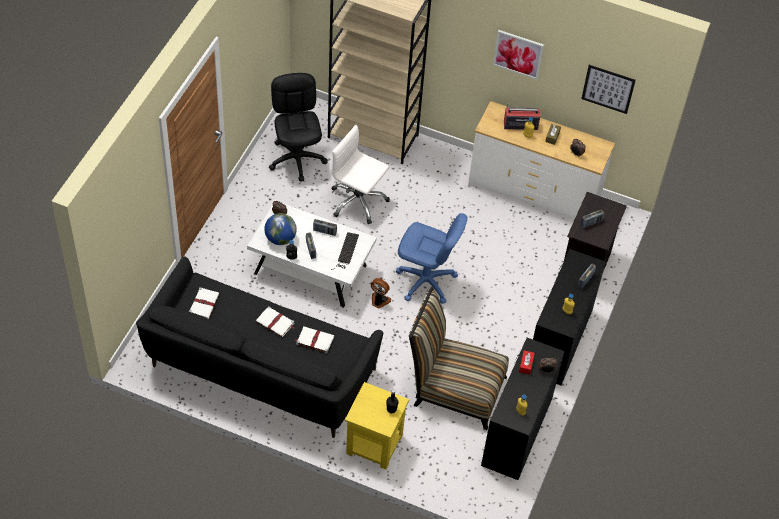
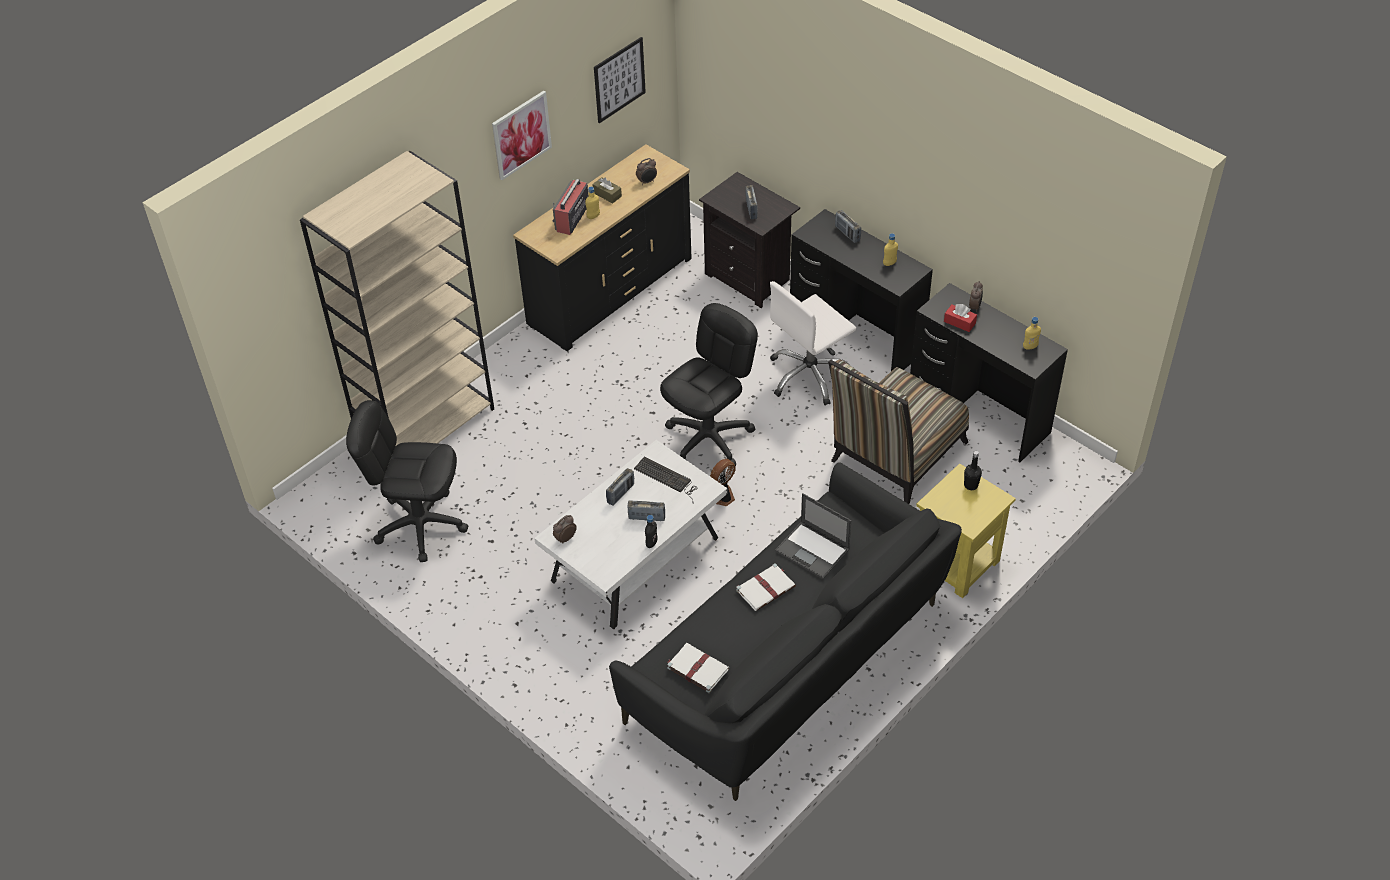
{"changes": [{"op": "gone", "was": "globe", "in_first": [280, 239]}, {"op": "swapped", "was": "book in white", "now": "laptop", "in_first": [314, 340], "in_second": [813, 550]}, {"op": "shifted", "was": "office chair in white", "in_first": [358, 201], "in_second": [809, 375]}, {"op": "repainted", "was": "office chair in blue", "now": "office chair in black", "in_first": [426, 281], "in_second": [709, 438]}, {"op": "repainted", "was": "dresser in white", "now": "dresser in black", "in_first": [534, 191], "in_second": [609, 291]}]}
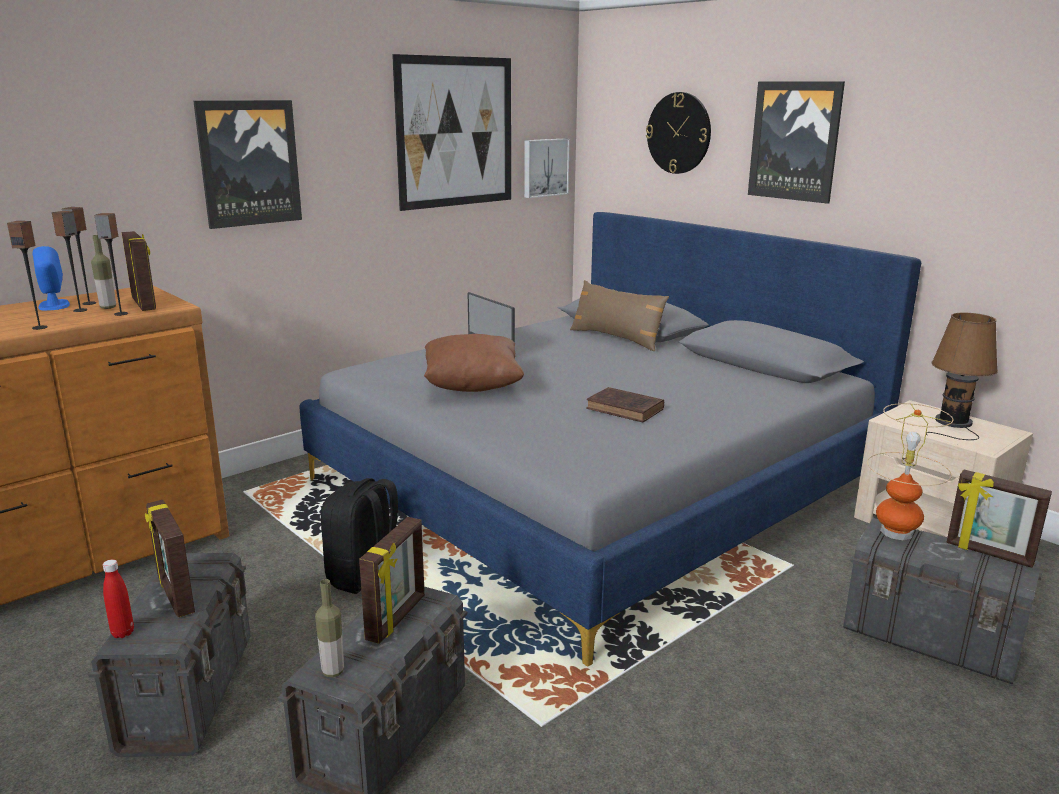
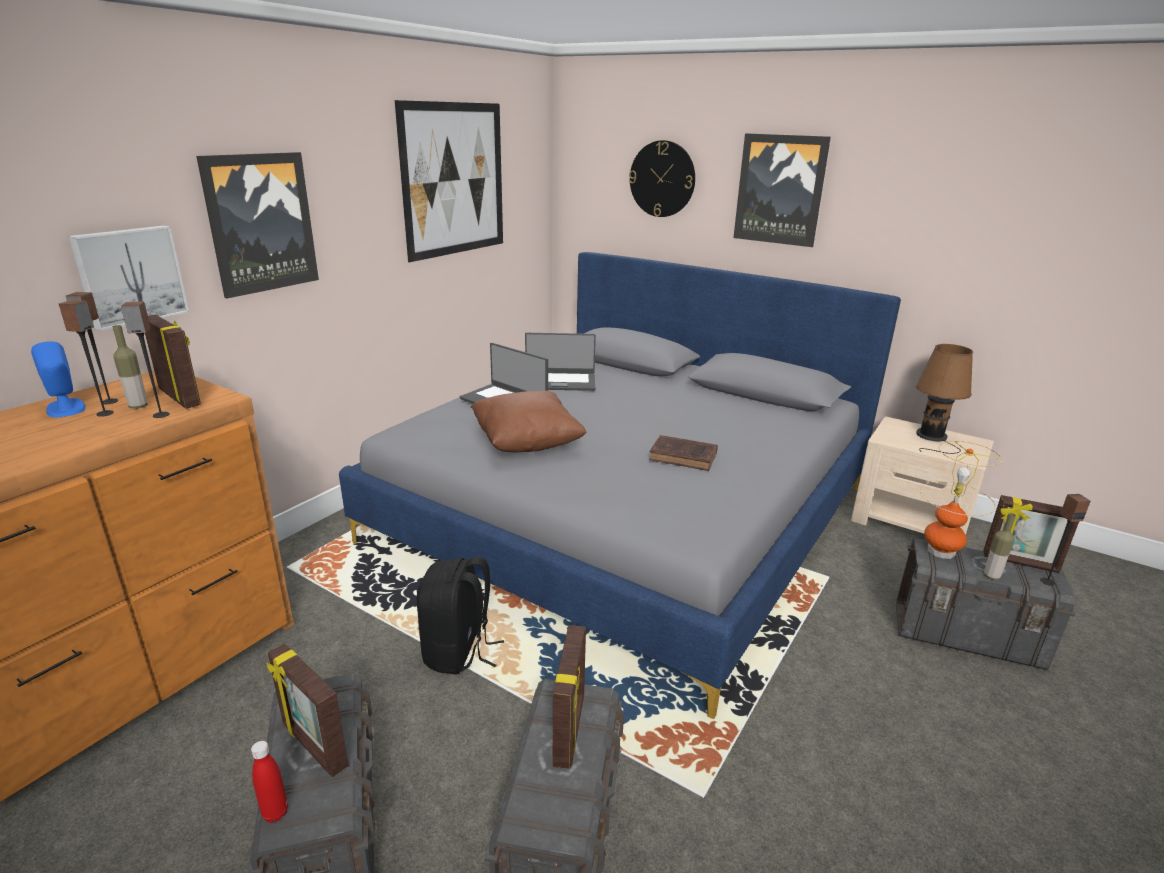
{"changes": [{"op": "shifted", "was": "speaker", "in_first": [40, 327], "in_second": [1047, 581]}, {"op": "shifted", "was": "bottle", "in_first": [333, 671], "in_second": [991, 576]}, {"op": "shifted", "was": "picture", "in_first": [544, 167], "in_second": [130, 276]}, {"op": "gone", "was": "pillow in brown", "in_first": [616, 338]}, {"op": "new", "now": "laptop", "in_second": [559, 381]}]}
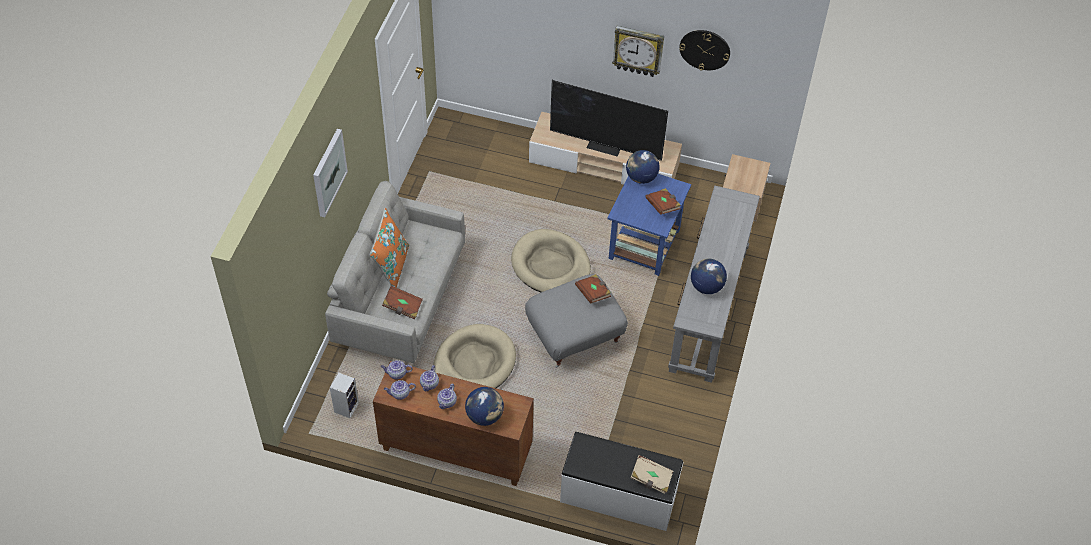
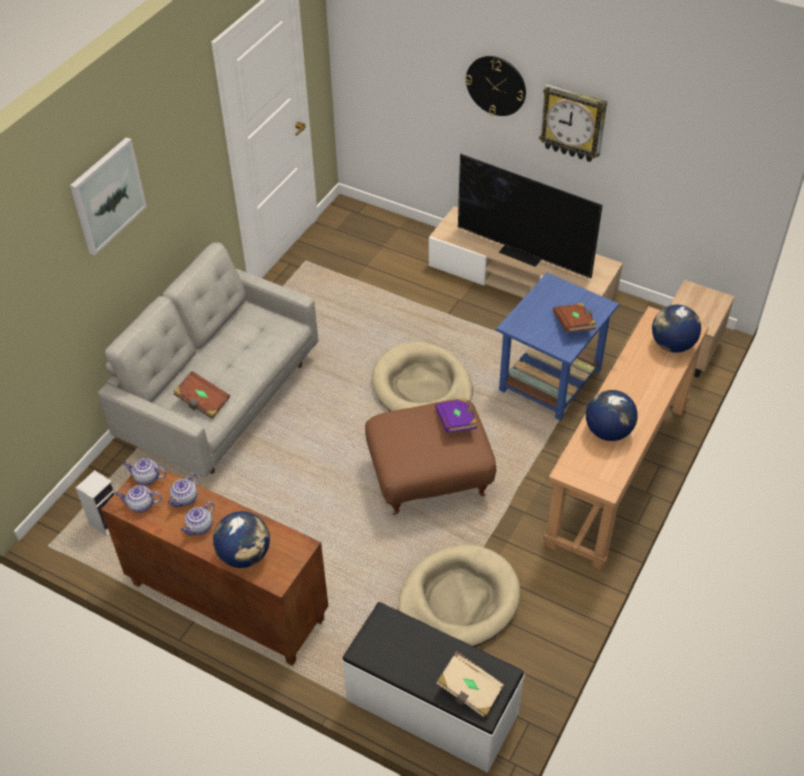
{"changes": [{"op": "gone", "was": "pillow in orange", "in_first": [391, 266]}, {"op": "shifted", "was": "dog bed in beige", "in_first": [474, 363], "in_second": [458, 600]}, {"op": "repainted", "was": "ottoman in grey", "now": "ottoman in brown", "in_first": [575, 334], "in_second": [429, 477]}, {"op": "repainted", "was": "book in brown", "now": "book in purple", "in_first": [593, 293], "in_second": [456, 422]}, {"op": "shifted", "was": "globe", "in_first": [641, 177], "in_second": [672, 345]}, {"op": "repainted", "was": "console table in grey", "now": "console table in brown", "in_first": [708, 310], "in_second": [617, 474]}, {"op": "shifted", "was": "wall clock", "in_first": [704, 49], "in_second": [496, 85]}]}
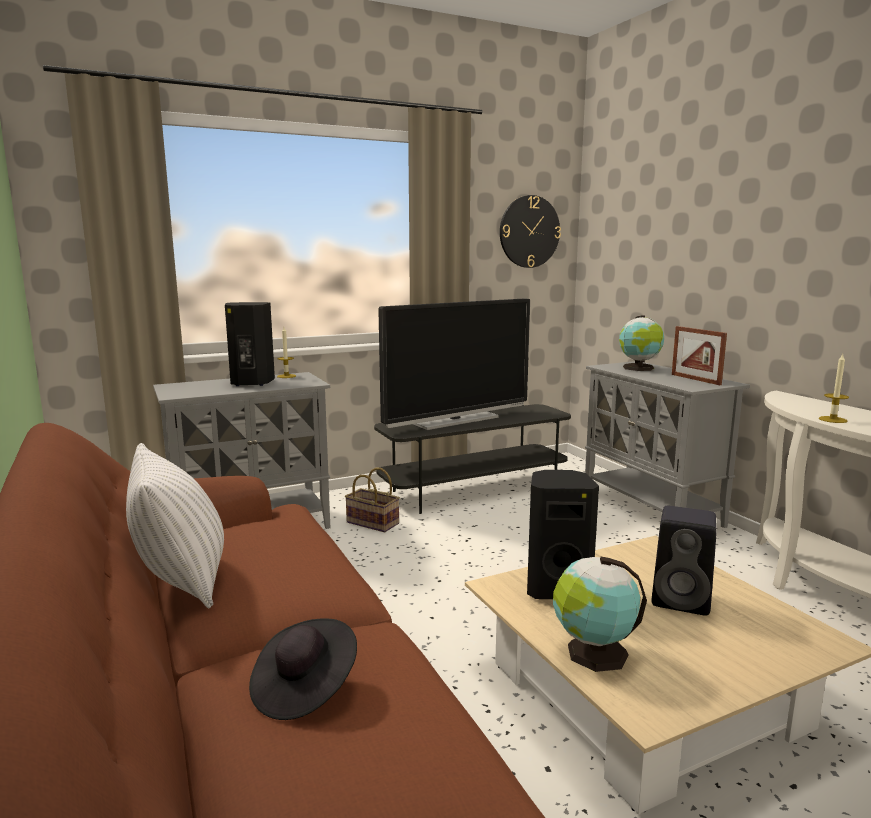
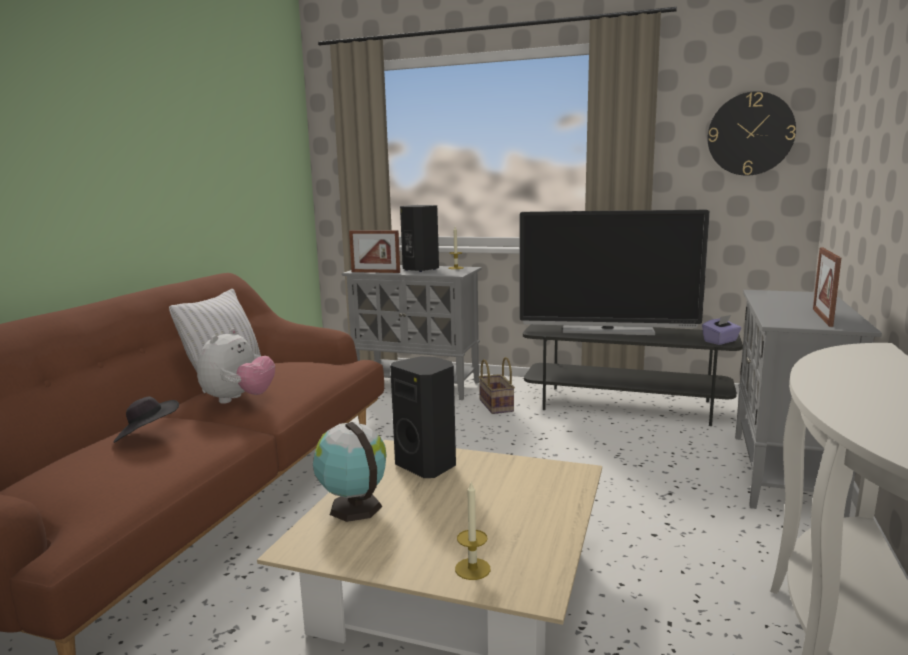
{"changes": [{"op": "gone", "was": "globe", "in_first": [639, 368]}, {"op": "gone", "was": "speaker in black", "in_first": [683, 600]}, {"op": "shifted", "was": "candle", "in_first": [833, 419], "in_second": [472, 569]}, {"op": "new", "now": "plush toy", "in_second": [238, 400]}, {"op": "new", "now": "picture frame", "in_second": [375, 272]}, {"op": "new", "now": "tissue box in purple", "in_second": [720, 341]}]}
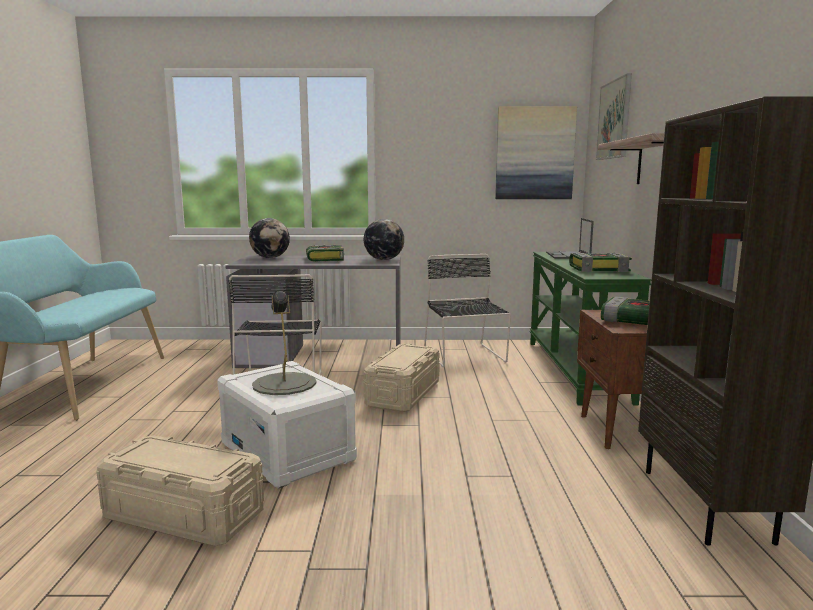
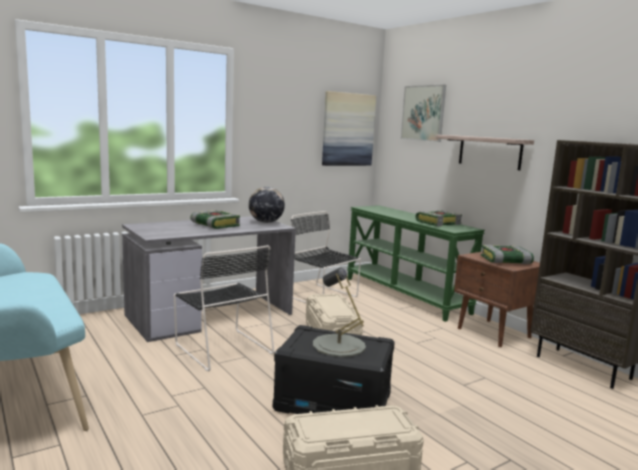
{"changes": [{"op": "repainted", "was": "storage box in white", "now": "storage box in black", "in_first": [288, 452], "in_second": [334, 402]}, {"op": "gone", "was": "globe", "in_first": [270, 258]}, {"op": "gone", "was": "laptop", "in_first": [568, 256]}]}
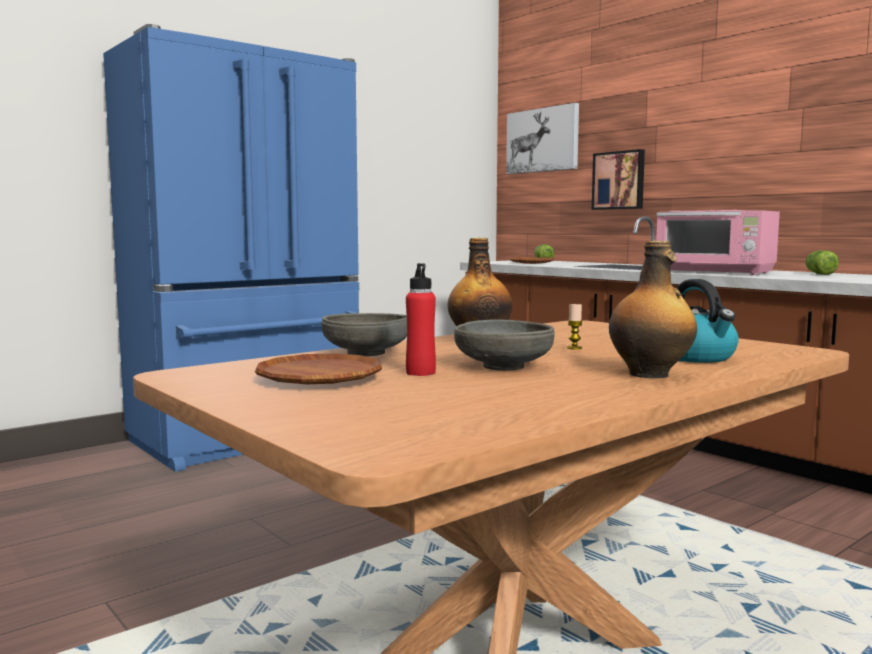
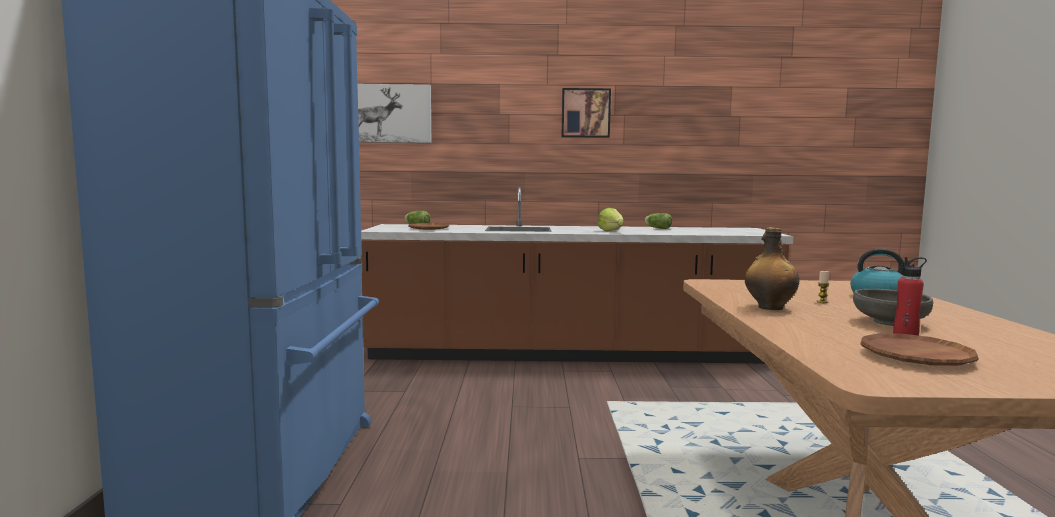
{"changes": [{"op": "gone", "was": "bowl in grey", "in_first": [366, 353]}, {"op": "shifted", "was": "picture", "in_first": [619, 180], "in_second": [585, 113]}, {"op": "gone", "was": "bottle", "in_first": [650, 375]}, {"op": "swapped", "was": "microwave in pink", "now": "lettuce", "in_first": [716, 272], "in_second": [611, 231]}]}
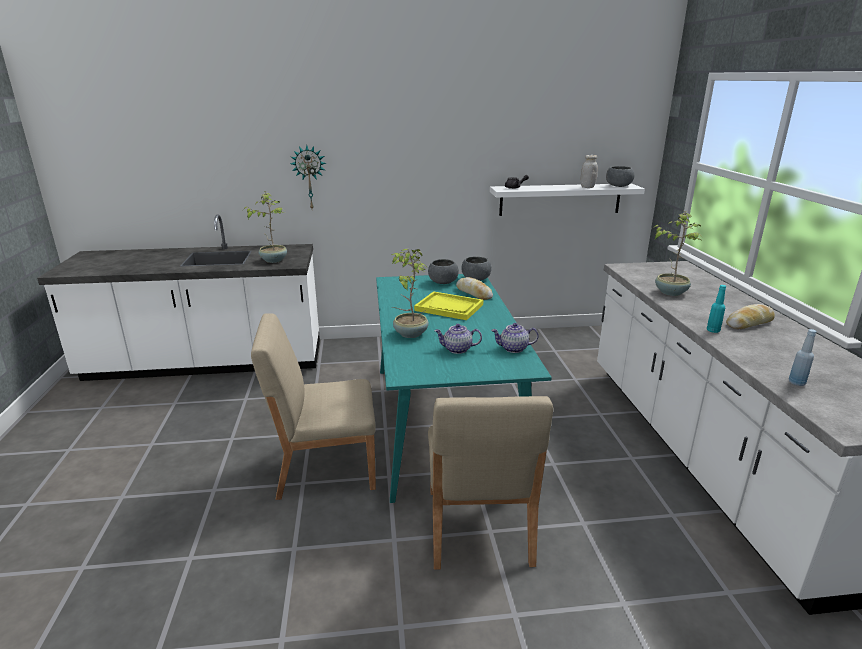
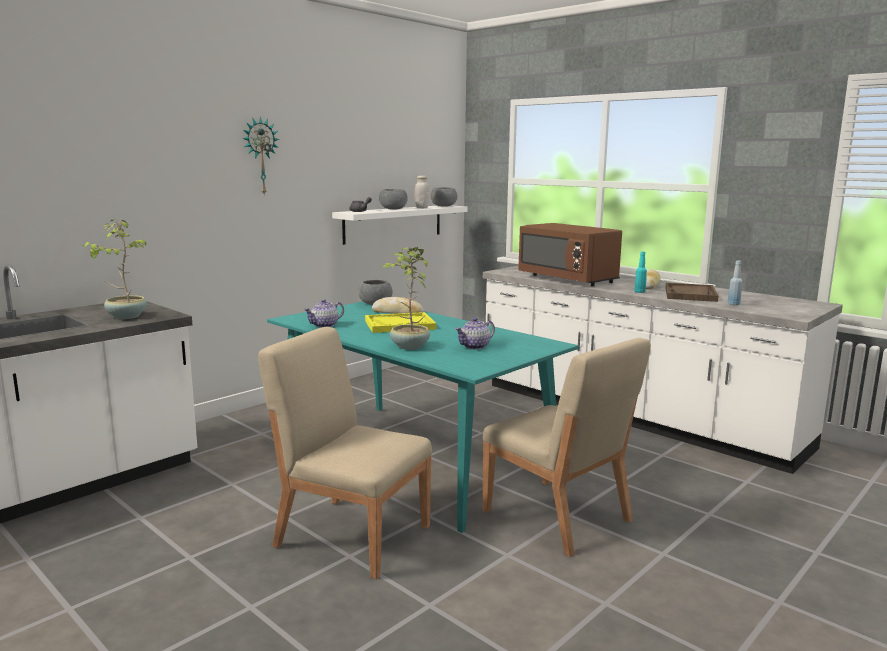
{"changes": [{"op": "rotated", "was": "chair in beige", "in_first": [325, 467], "in_second": [351, 535], "clockwise": 75}, {"op": "shifted", "was": "wall clock", "in_first": [309, 177], "in_second": [260, 156]}, {"op": "shifted", "was": "bowl in grey", "in_first": [443, 282], "in_second": [393, 209]}, {"op": "shifted", "was": "teapot", "in_first": [513, 349], "in_second": [324, 325]}, {"op": "swapped", "was": "potted plant", "now": "microwave in brown", "in_first": [670, 292], "in_second": [568, 279]}, {"op": "new", "now": "tray in brown", "in_second": [690, 294]}]}
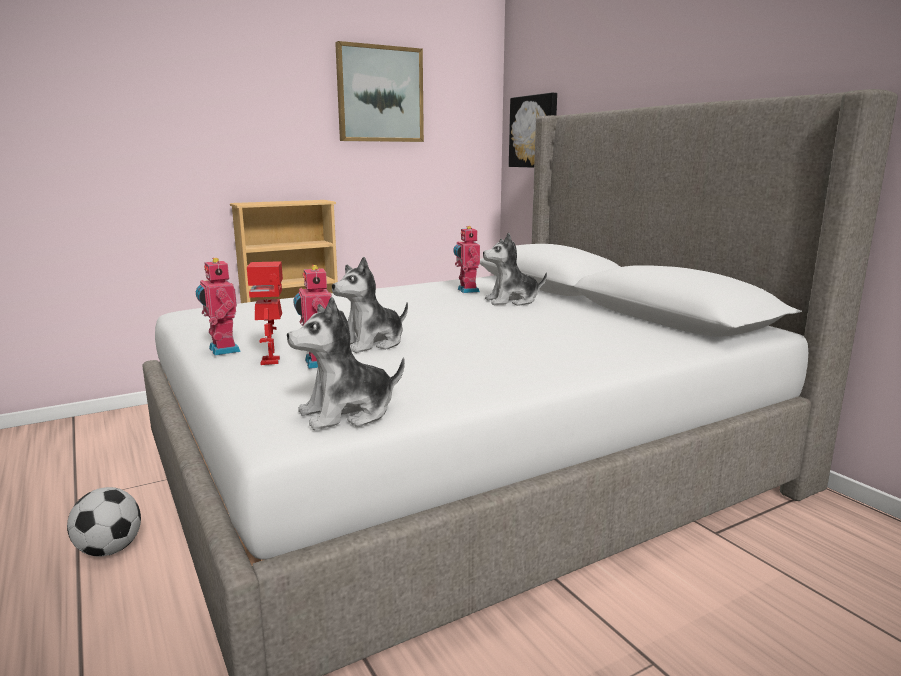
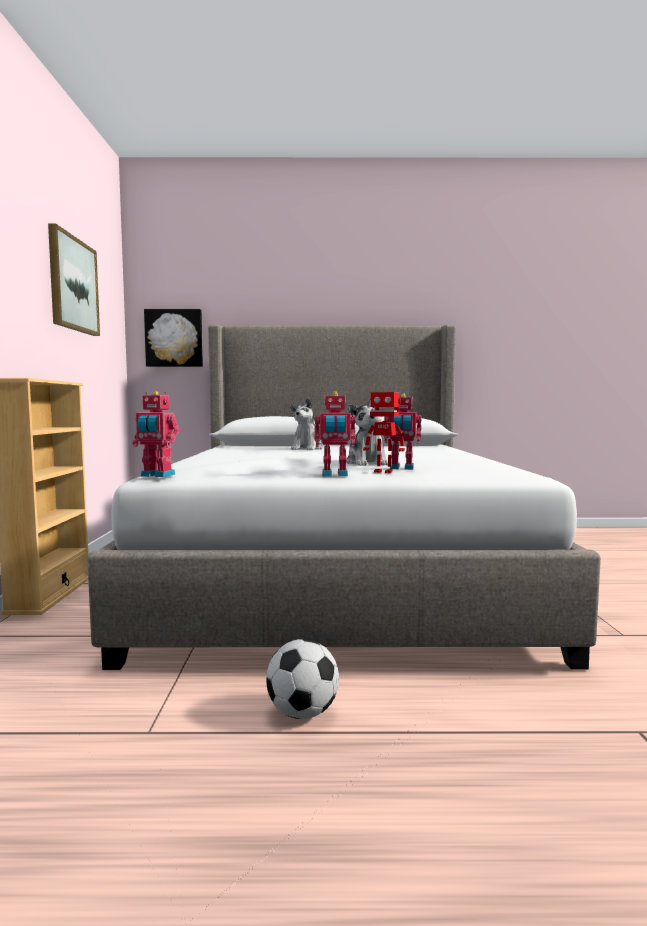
{"changes": [{"op": "gone", "was": "plush toy", "in_first": [347, 413]}, {"op": "shifted", "was": "toy robot", "in_first": [466, 290], "in_second": [156, 475]}]}
